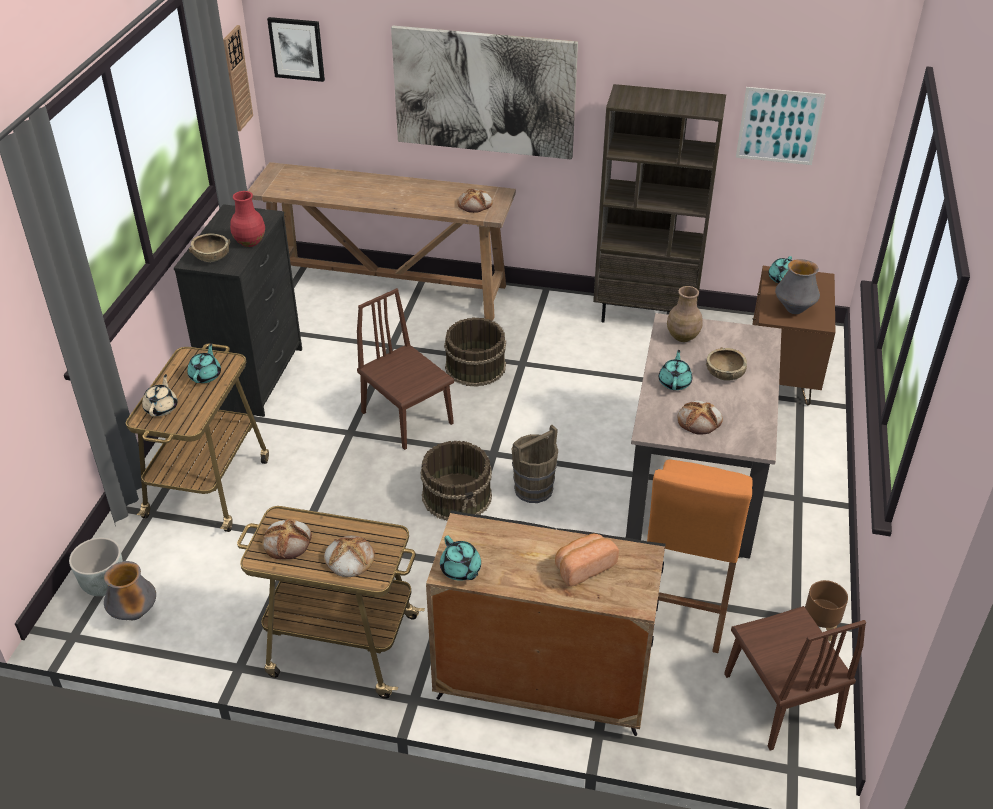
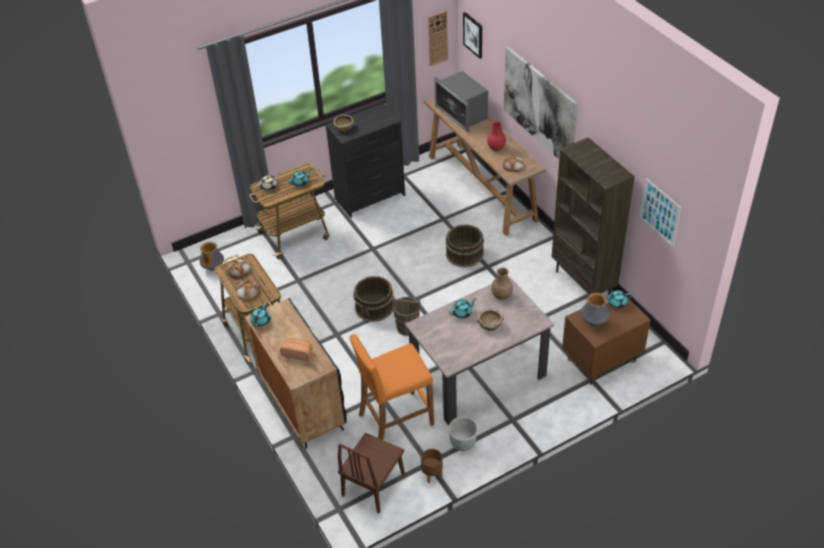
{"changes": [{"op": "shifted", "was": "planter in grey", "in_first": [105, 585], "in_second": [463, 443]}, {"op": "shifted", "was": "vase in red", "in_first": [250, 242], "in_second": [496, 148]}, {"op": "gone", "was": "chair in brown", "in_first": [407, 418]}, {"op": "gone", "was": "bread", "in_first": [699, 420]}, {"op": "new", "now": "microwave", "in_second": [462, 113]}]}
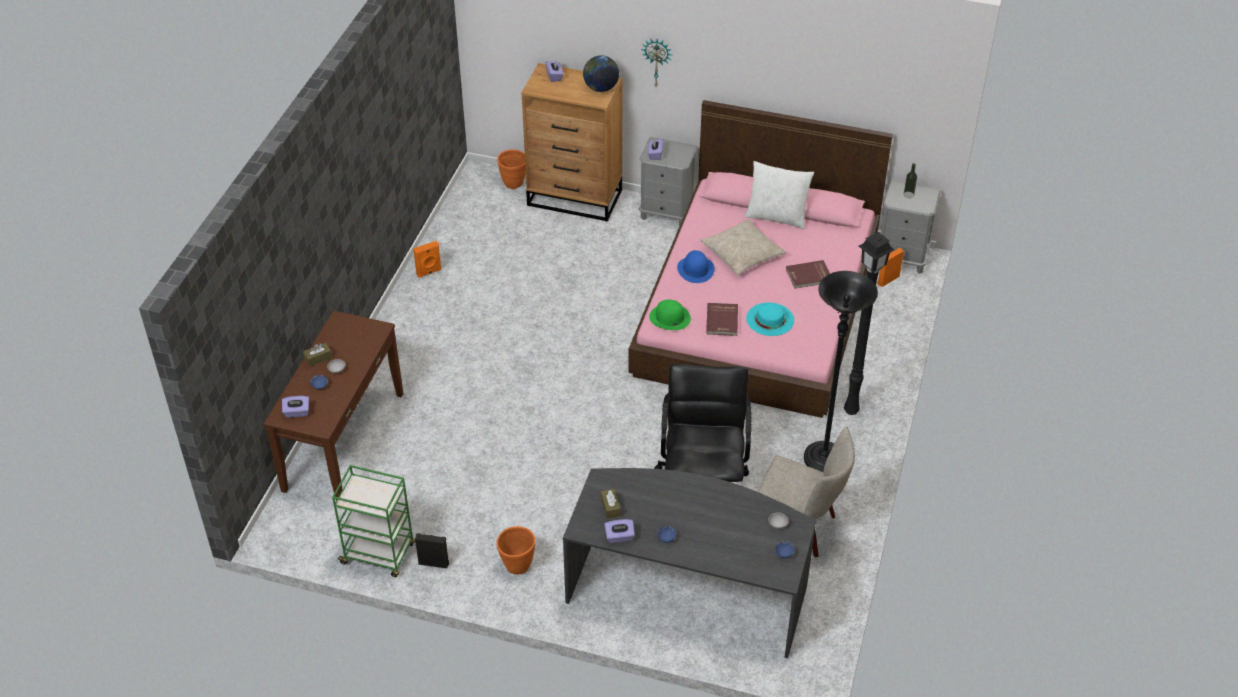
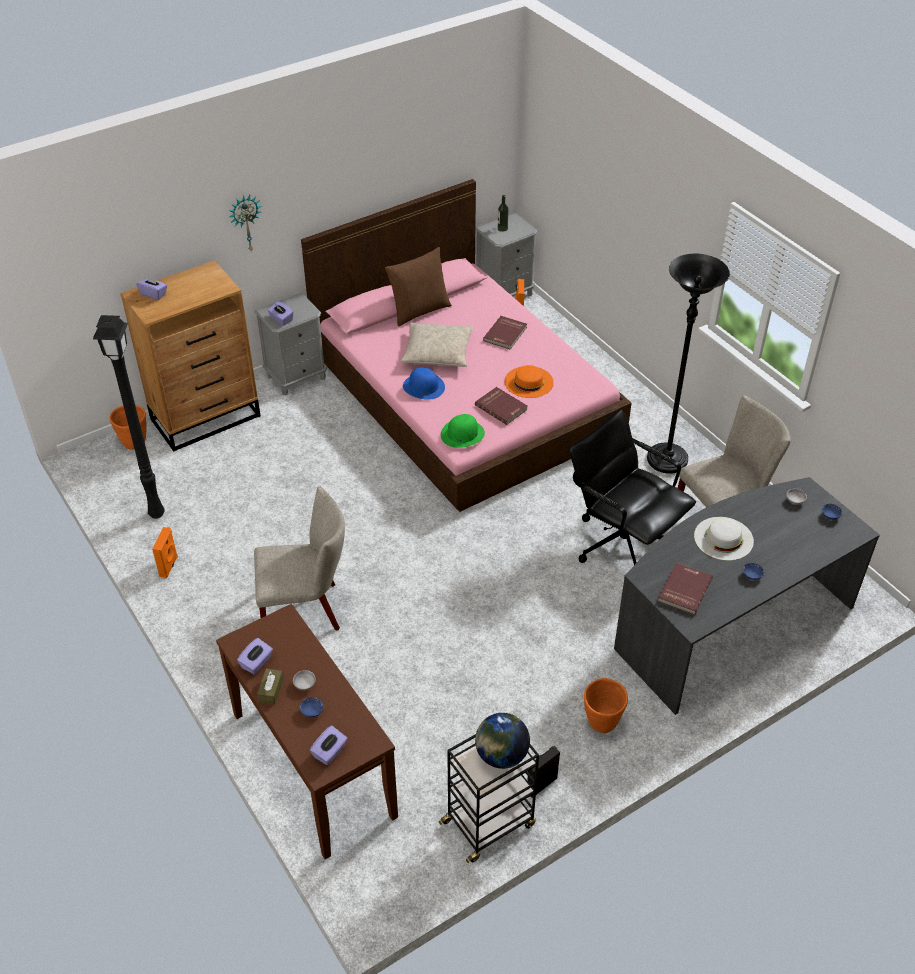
{"changes": [{"op": "repainted", "was": "cart in green", "now": "cart in black", "in_first": [379, 554], "in_second": [489, 823]}, {"op": "shifted", "was": "globe", "in_first": [601, 88], "in_second": [501, 755]}, {"op": "swapped", "was": "tissue box in brown", "now": "book in red", "in_first": [610, 507], "in_second": [683, 590]}, {"op": "shifted", "was": "tissue box in purple", "in_first": [619, 537], "in_second": [256, 663]}, {"op": "repainted", "was": "pillow in white", "now": "pillow in brown", "in_first": [776, 217], "in_second": [419, 310]}, {"op": "repainted", "was": "hat in turquoise", "now": "hat in orange", "in_first": [770, 319], "in_second": [529, 382]}, {"op": "shifted", "was": "floor lamp in black", "in_first": [849, 410], "in_second": [155, 514]}, {"op": "new", "now": "chair in beige", "in_second": [306, 609]}, {"op": "new", "now": "hat in white", "in_second": [723, 538]}]}
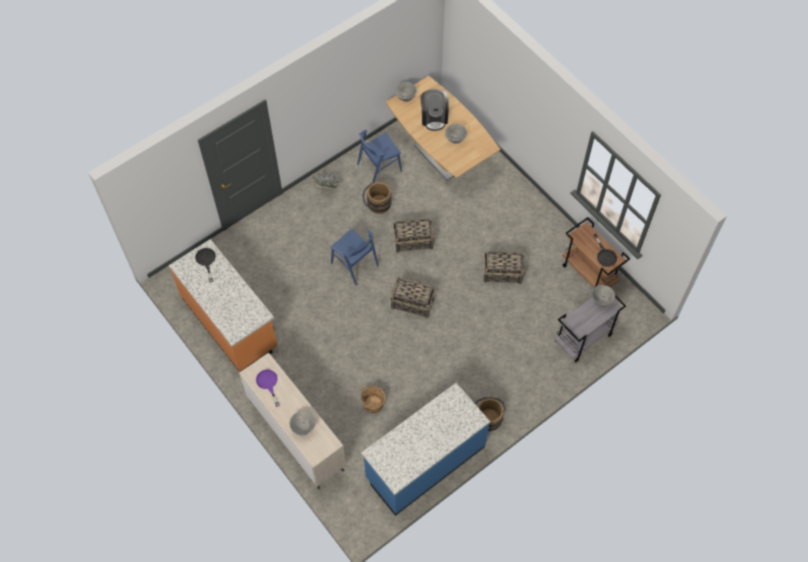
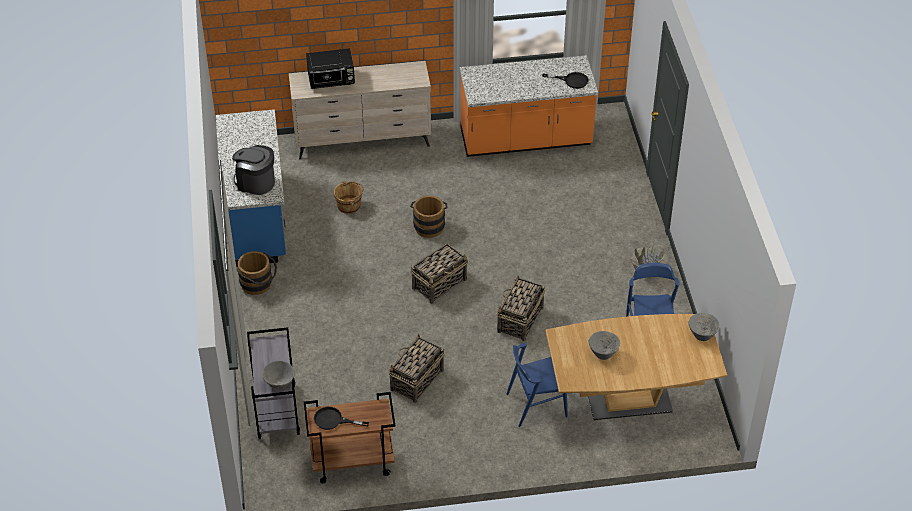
{"changes": [{"op": "gone", "was": "frying pan in purple", "in_first": [268, 384]}, {"op": "swapped", "was": "bowl in grey", "now": "microwave in black", "in_first": [303, 428], "in_second": [332, 80]}, {"op": "shifted", "was": "chair in blue", "in_first": [354, 264], "in_second": [536, 405]}, {"op": "shifted", "was": "bucket in brown", "in_first": [377, 205], "in_second": [429, 225]}, {"op": "shifted", "was": "coffee machine", "in_first": [434, 117], "in_second": [255, 182]}]}
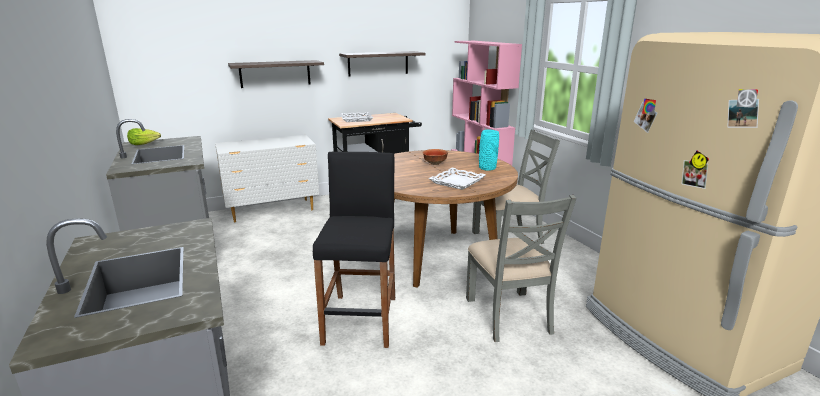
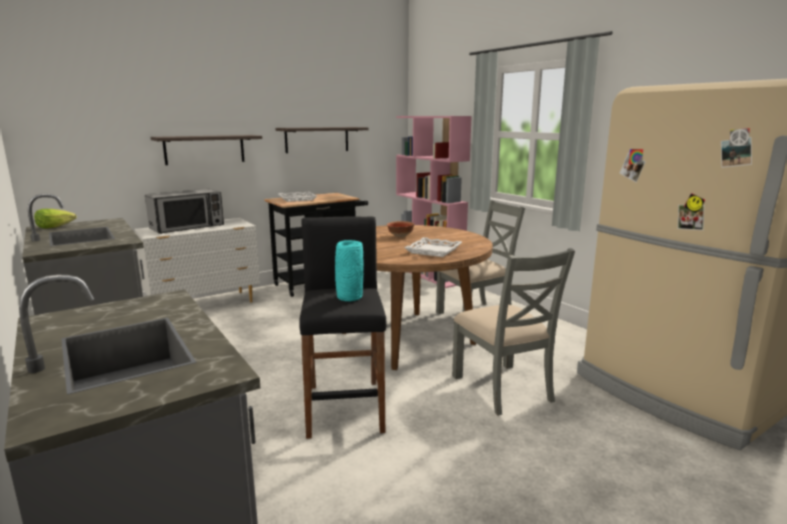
{"changes": [{"op": "shifted", "was": "vase in turquoise", "in_first": [487, 168], "in_second": [349, 297]}, {"op": "new", "now": "microwave", "in_second": [188, 227]}]}
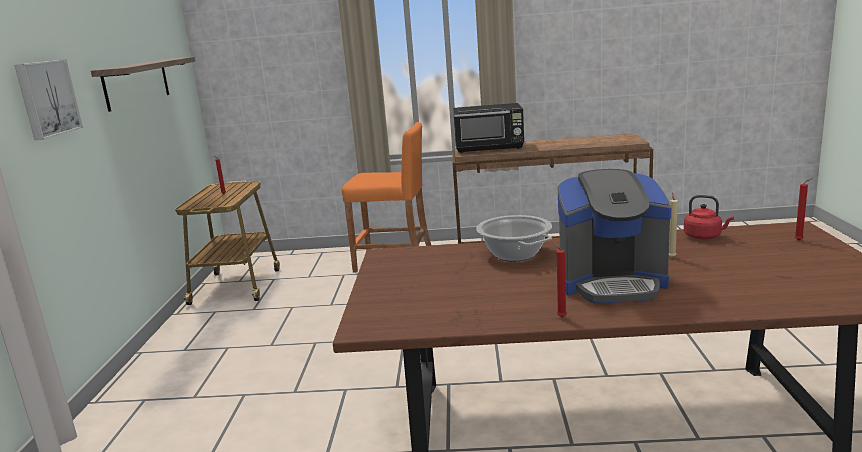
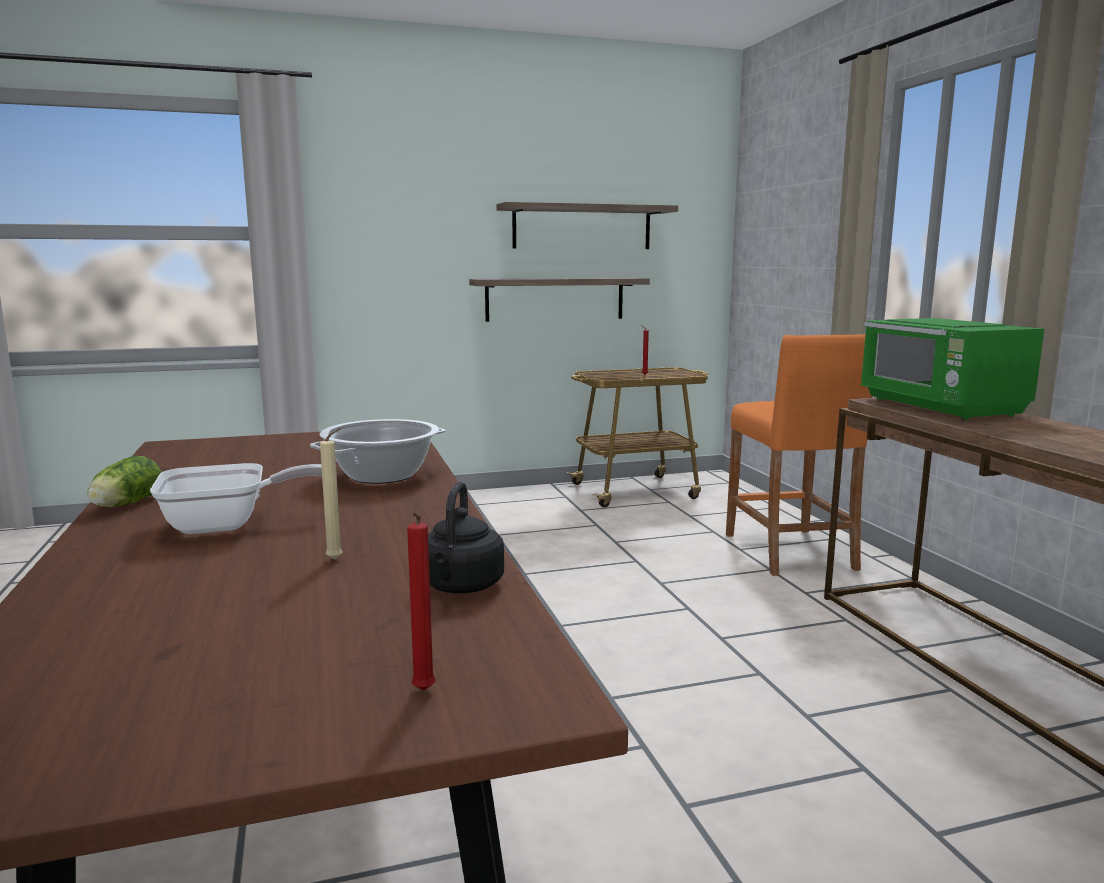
{"changes": [{"op": "gone", "was": "picture", "in_first": [46, 98]}, {"op": "repainted", "was": "microwave in black", "now": "microwave in green", "in_first": [490, 148], "in_second": [940, 407]}, {"op": "swapped", "was": "candle in red", "now": "lettuce", "in_first": [560, 317], "in_second": [124, 505]}, {"op": "swapped", "was": "coffee machine", "now": "frying pan", "in_first": [612, 283], "in_second": [228, 524]}, {"op": "repainted", "was": "kettle in red", "now": "kettle in black", "in_first": [704, 236], "in_second": [461, 587]}, {"op": "new", "now": "shelf", "in_second": [555, 299]}]}
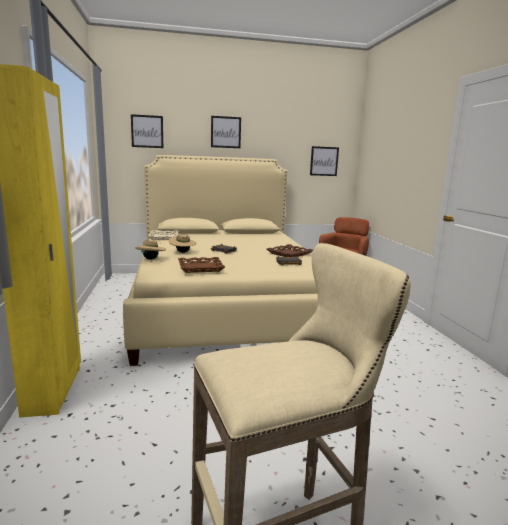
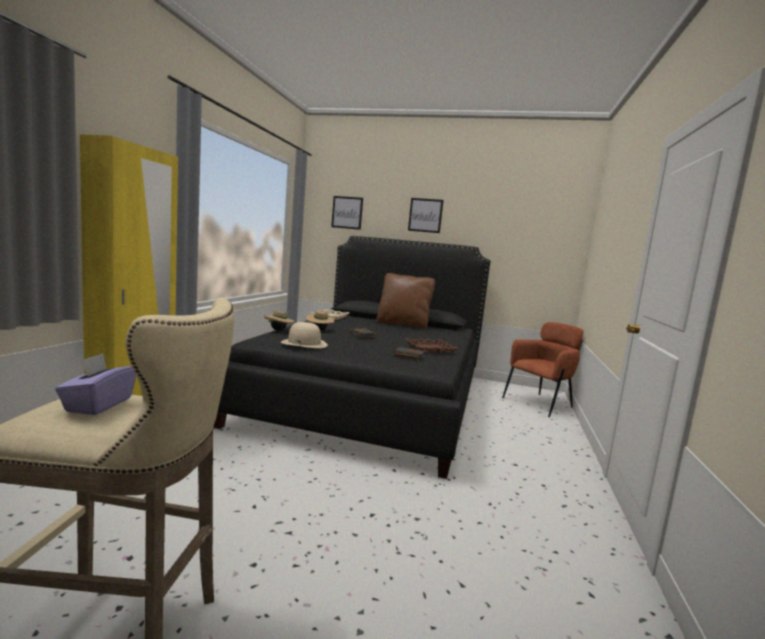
{"changes": [{"op": "repainted", "was": "bed in beige", "now": "bed in black", "in_first": [226, 304], "in_second": [371, 397]}, {"op": "swapped", "was": "tray in brown", "now": "hat in beige", "in_first": [200, 268], "in_second": [304, 343]}, {"op": "gone", "was": "picture", "in_first": [324, 161]}, {"op": "new", "now": "tissue box in purple", "in_second": [98, 405]}, {"op": "new", "now": "pillow in brown", "in_second": [403, 324]}]}
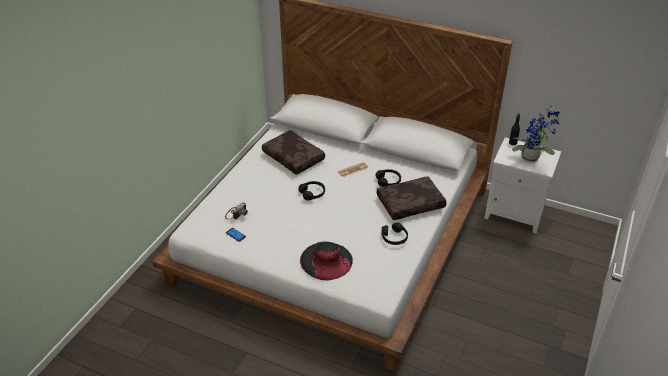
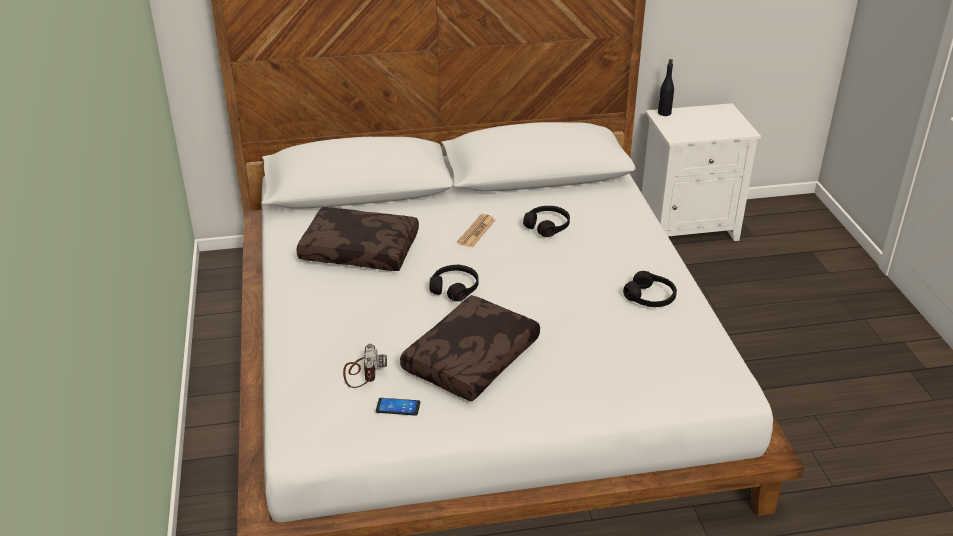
{"changes": [{"op": "gone", "was": "hat in black", "in_first": [326, 260]}, {"op": "shifted", "was": "pillow in brown", "in_first": [410, 204], "in_second": [472, 360]}, {"op": "gone", "was": "potted plant", "in_first": [532, 158]}]}
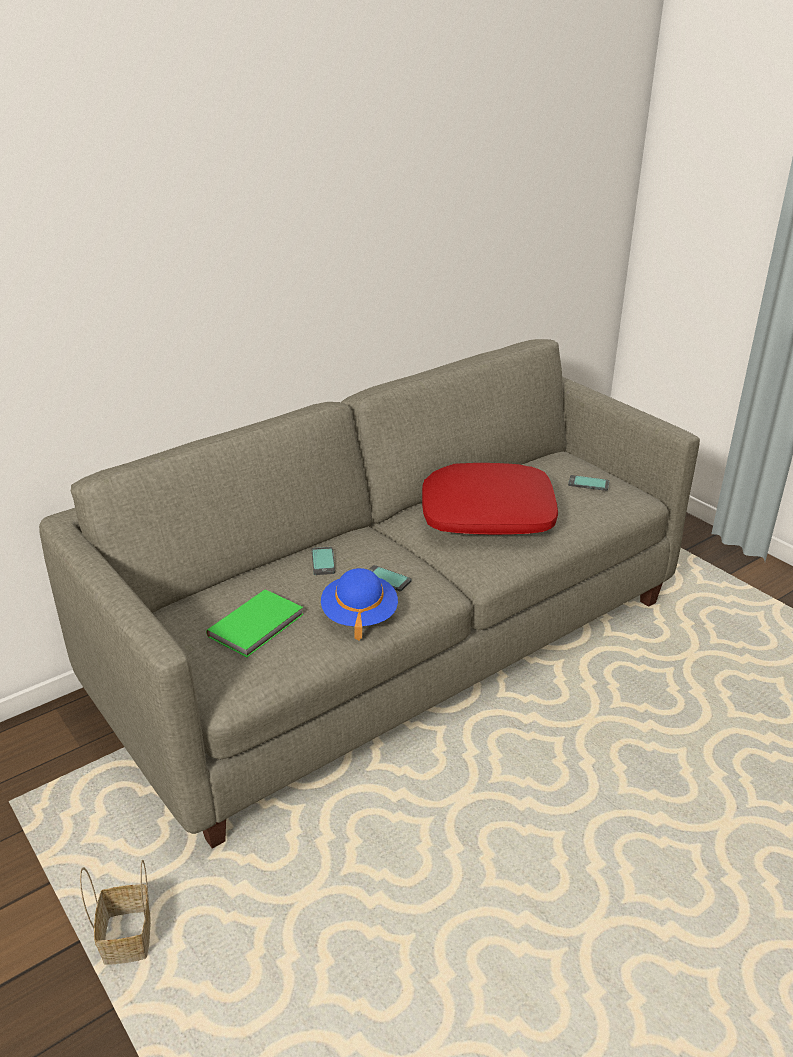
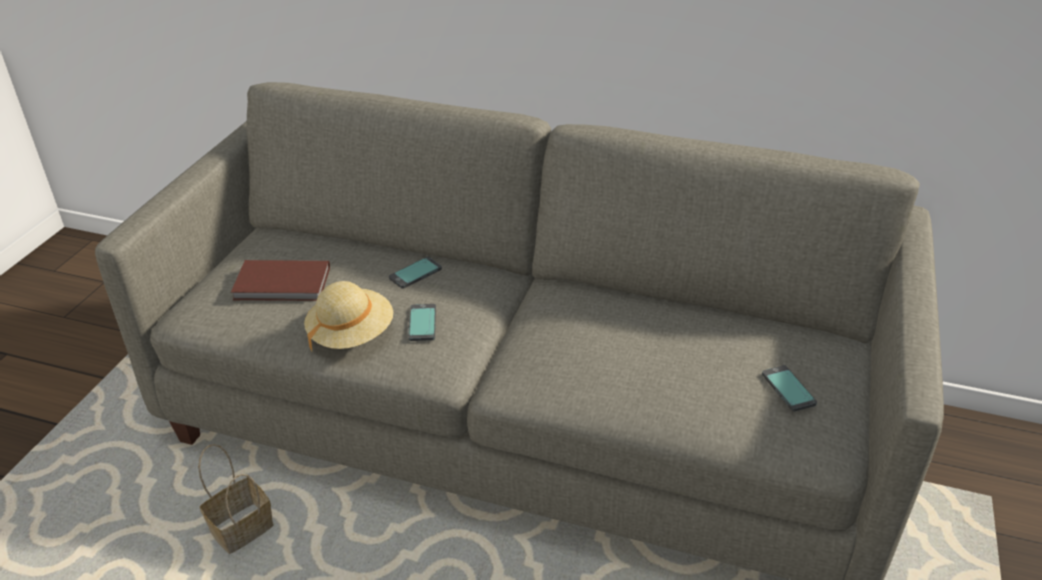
{"changes": [{"op": "shifted", "was": "basket", "in_first": [128, 940], "in_second": [241, 531]}, {"op": "repainted", "was": "book in green", "now": "book in brown", "in_first": [258, 625], "in_second": [283, 285]}, {"op": "repainted", "was": "hat in blue", "now": "hat in beige", "in_first": [359, 615], "in_second": [351, 334]}, {"op": "gone", "was": "pillow in red", "in_first": [487, 515]}]}
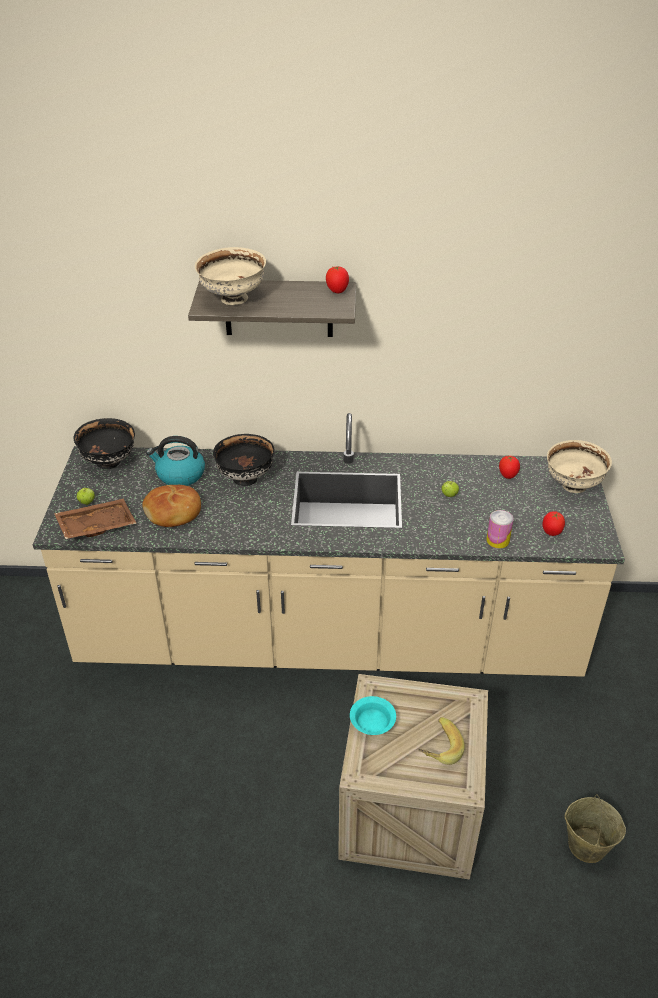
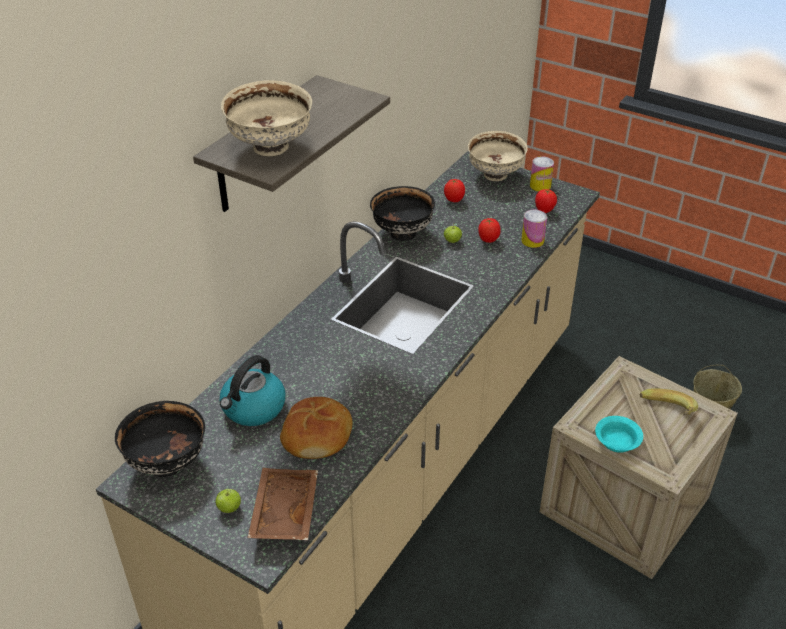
{"changes": [{"op": "shifted", "was": "bowl in black", "in_first": [245, 478], "in_second": [402, 234]}, {"op": "shifted", "was": "tomato", "in_first": [337, 291], "in_second": [488, 240]}, {"op": "new", "now": "can", "in_second": [540, 186]}]}
